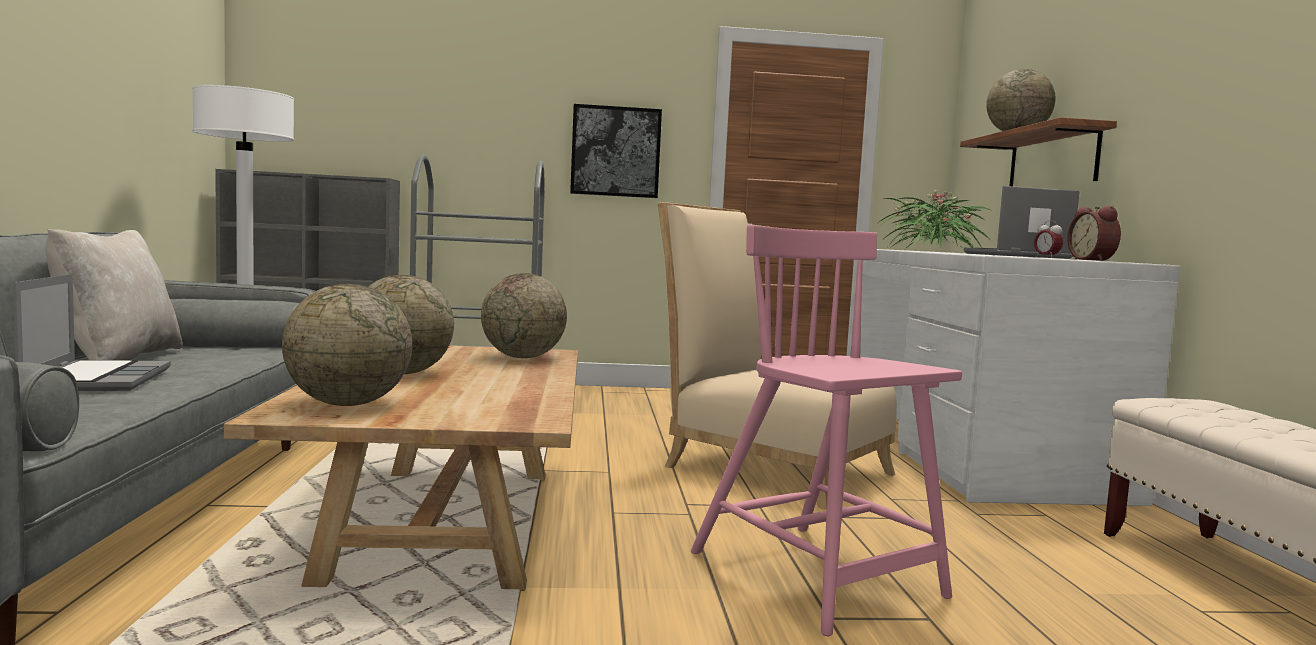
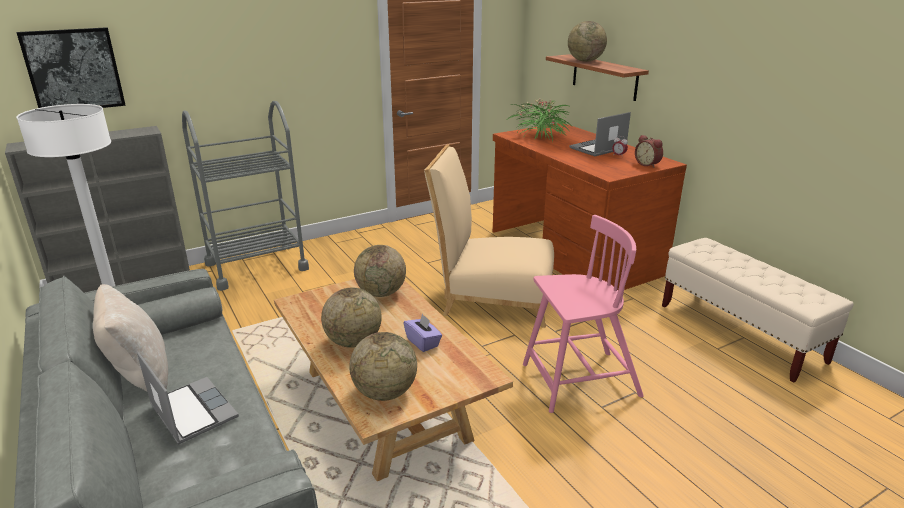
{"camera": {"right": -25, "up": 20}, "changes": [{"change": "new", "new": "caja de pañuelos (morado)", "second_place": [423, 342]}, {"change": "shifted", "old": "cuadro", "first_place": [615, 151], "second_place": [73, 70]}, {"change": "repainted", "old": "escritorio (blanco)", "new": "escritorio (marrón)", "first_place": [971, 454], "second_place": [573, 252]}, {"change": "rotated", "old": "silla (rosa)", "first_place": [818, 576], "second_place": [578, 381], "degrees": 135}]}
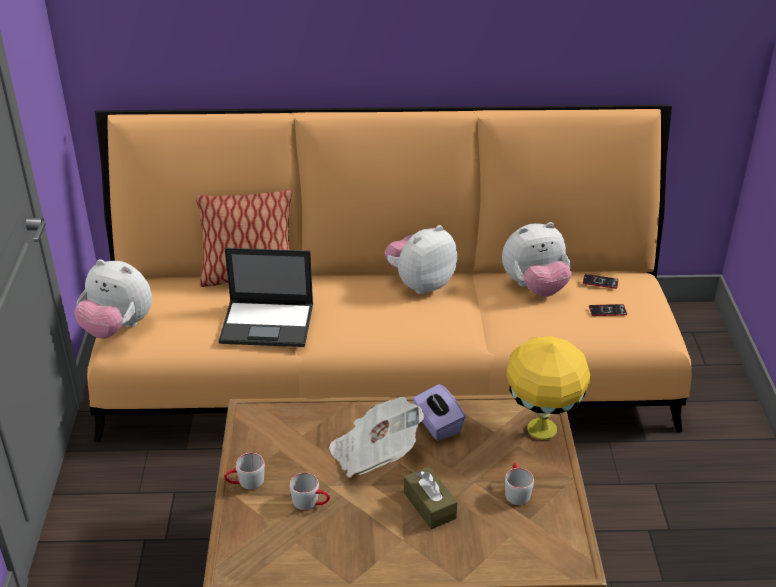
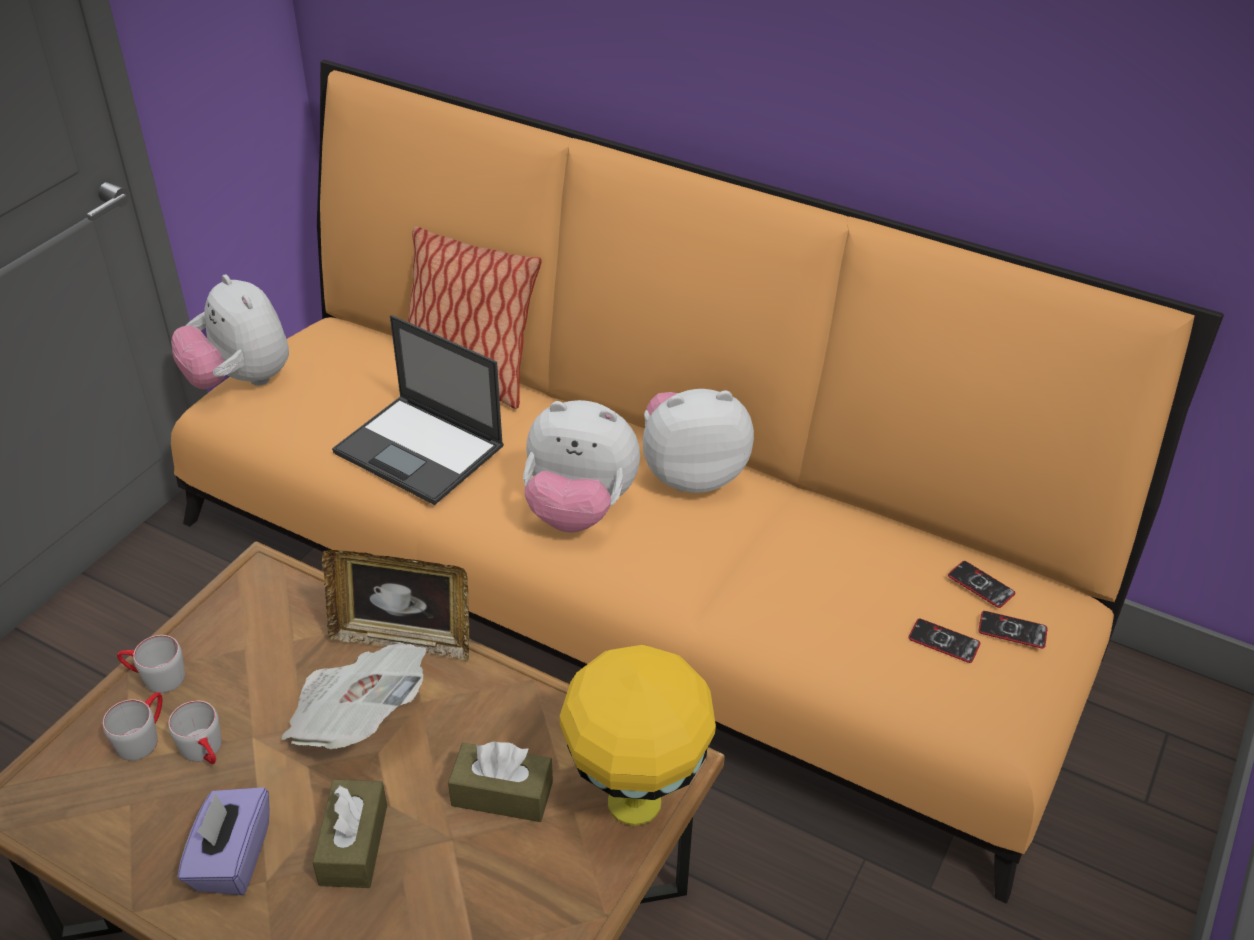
{"camera": {"right": 30, "up": 5}, "changes": [{"change": "new", "new": "portarretratos", "second_place": [403, 639]}, {"change": "new", "new": "caja de pañuelos (marrón)", "second_place": [502, 794]}, {"change": "new", "new": "móvil", "second_place": [1012, 630]}, {"change": "shifted", "old": "caja de pañuelos (morado)", "first_place": [437, 425], "second_place": [231, 858]}, {"change": "shifted", "old": "peluche", "first_place": [535, 288], "second_place": [579, 510]}, {"change": "shifted", "old": "taza grande (gris)", "first_place": [516, 491], "second_place": [143, 736]}]}
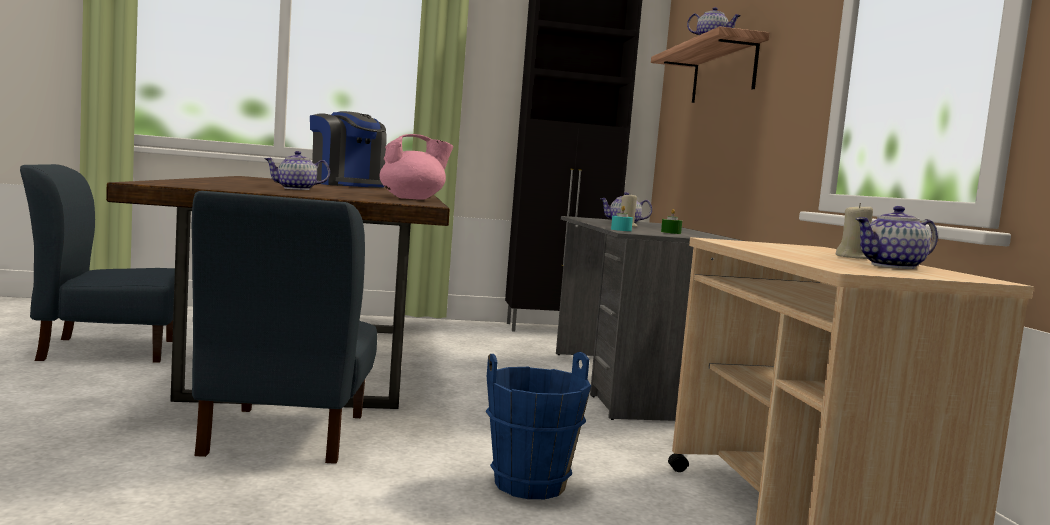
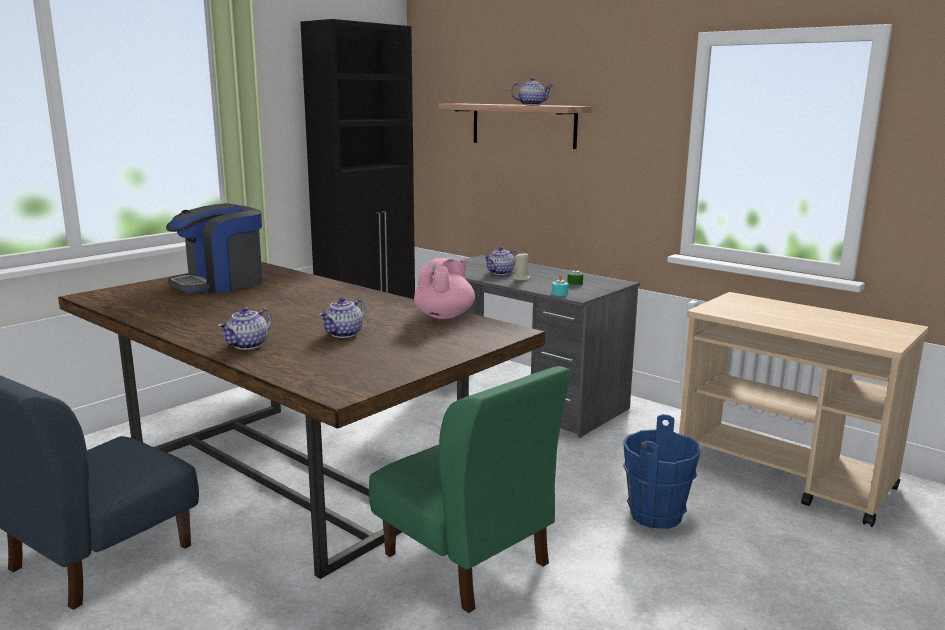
{"camera": {"right": -40, "up": 10}, "changes": [{"change": "gone", "old": "vela (beis)", "first_place": [853, 257]}, {"change": "shifted", "old": "tetera", "first_place": [893, 266], "second_place": [248, 345]}, {"change": "repainted", "old": "silla (azul)", "new": "silla (verde)", "first_place": [284, 434], "second_place": [466, 559]}, {"change": "rotated", "old": "cafetera", "first_place": [347, 185], "second_place": [220, 284], "degrees": 135}]}
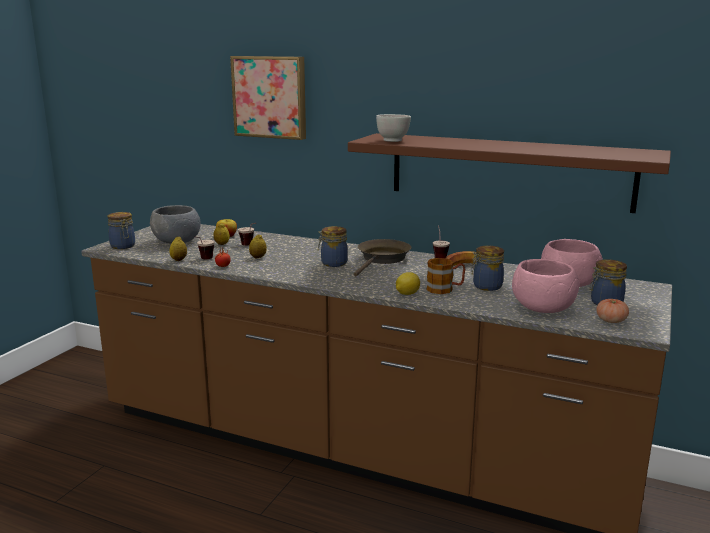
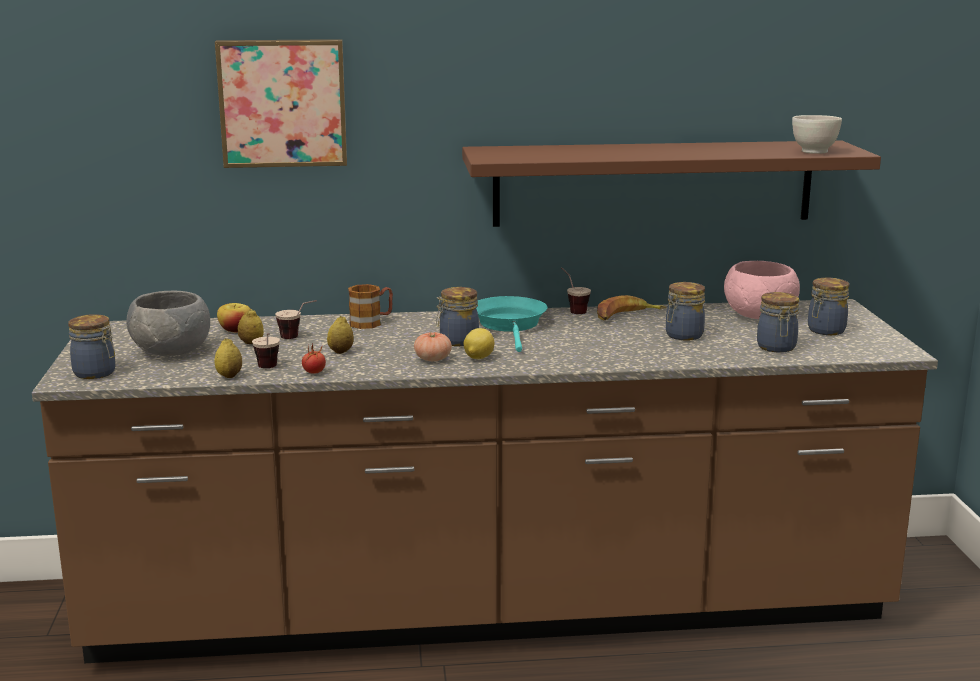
{"camera": {"right": -30, "up": 0}, "changes": [{"change": "shifted", "old": "cuenco (blanco)", "first_place": [393, 140], "second_place": [814, 152]}, {"change": "shifted", "old": "limón", "first_place": [407, 294], "second_place": [478, 358]}, {"change": "shifted", "old": "taza grande", "first_place": [445, 289], "second_place": [371, 322]}, {"change": "shifted", "old": "tomate", "first_place": [611, 320], "second_place": [433, 359]}, {"change": "swapped", "old": "cuenco (rosa)", "new": "tarro", "first_place": [543, 308], "second_place": [776, 348]}, {"change": "repainted", "old": "sartén (marrón)", "new": "sartén (turquesa)", "first_place": [382, 259], "second_place": [510, 325]}]}
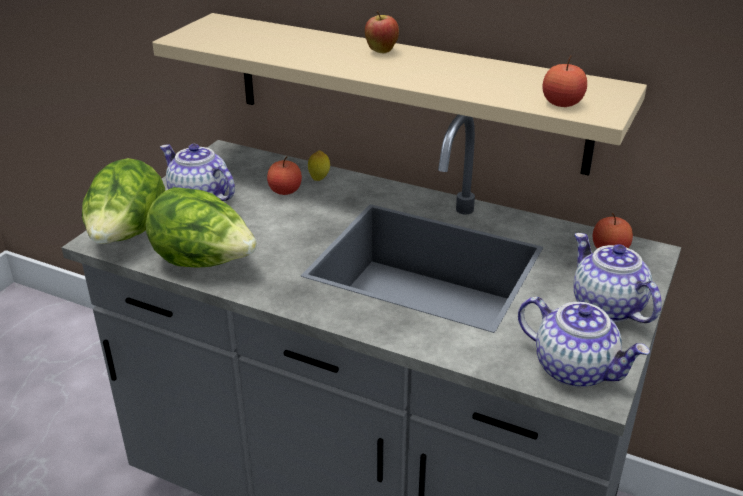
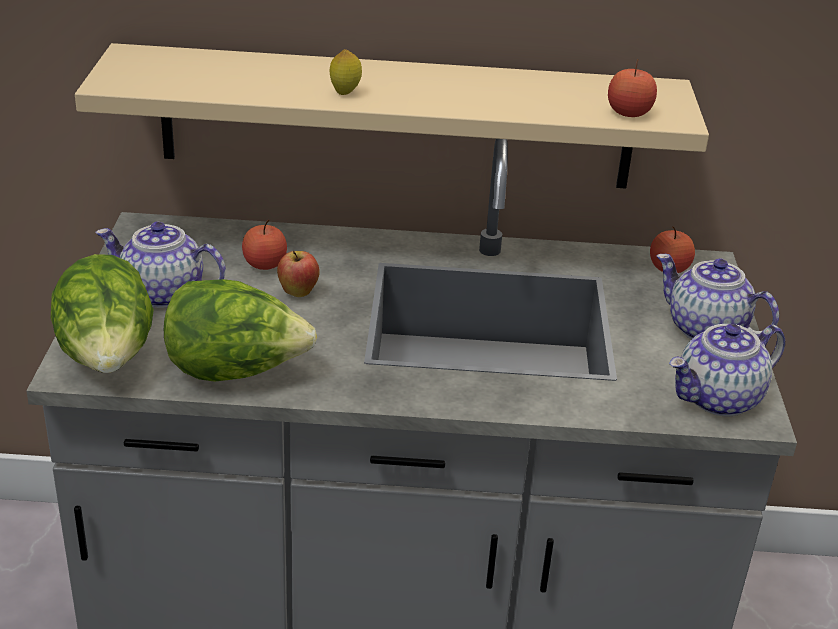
{"camera": {"right": -25, "up": 0}, "changes": [{"change": "shifted", "old": "limón", "first_place": [319, 179], "second_place": [345, 93]}, {"change": "shifted", "old": "manzana", "first_place": [381, 52], "second_place": [298, 293]}, {"change": "rotated", "old": "tetera", "first_place": [575, 369], "second_place": [718, 399], "degrees": 135}]}
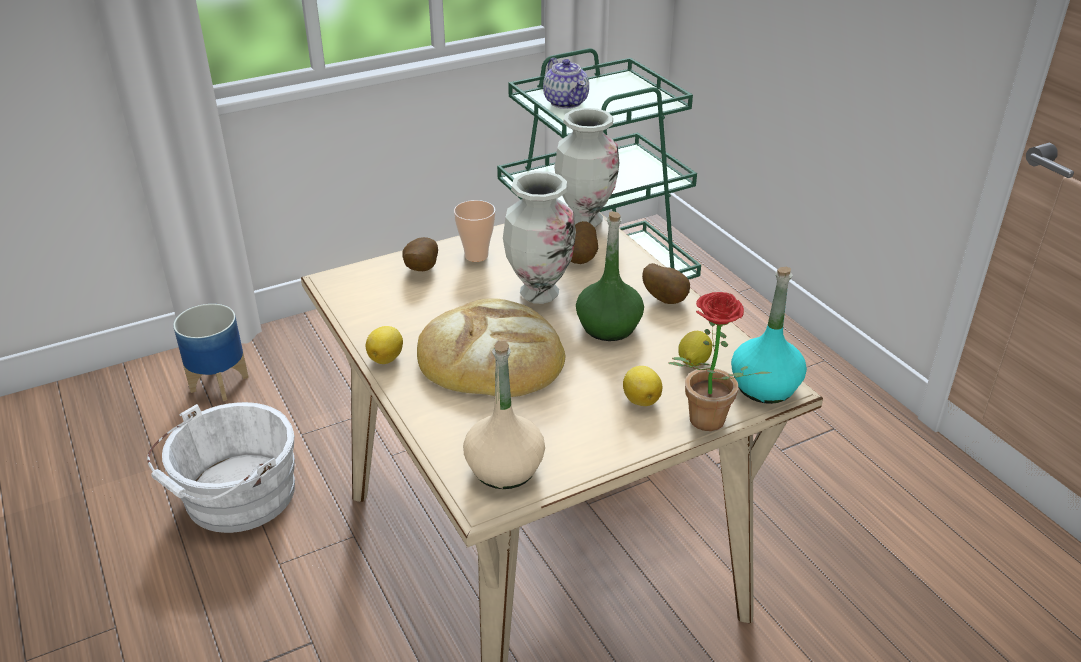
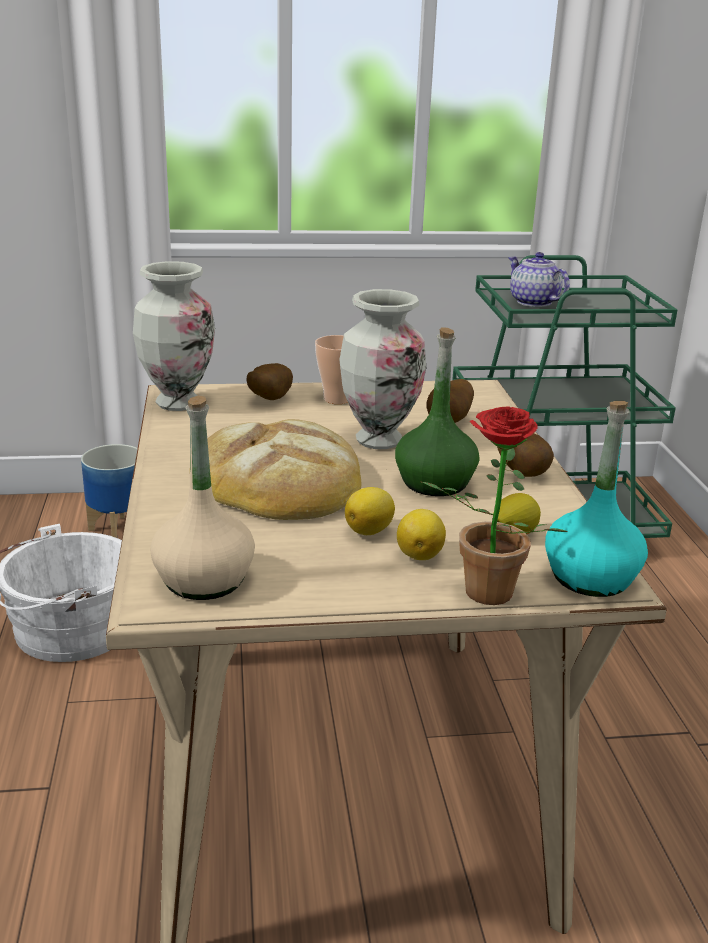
{"camera": {"right": 20, "up": -10}, "changes": [{"change": "shifted", "old": "limón", "first_place": [386, 358], "second_place": [370, 531]}, {"change": "shifted", "old": "florero", "first_place": [585, 220], "second_place": [177, 403]}, {"change": "rotated", "old": "tetera", "first_place": [566, 102], "second_place": [533, 302], "degrees": 150}]}
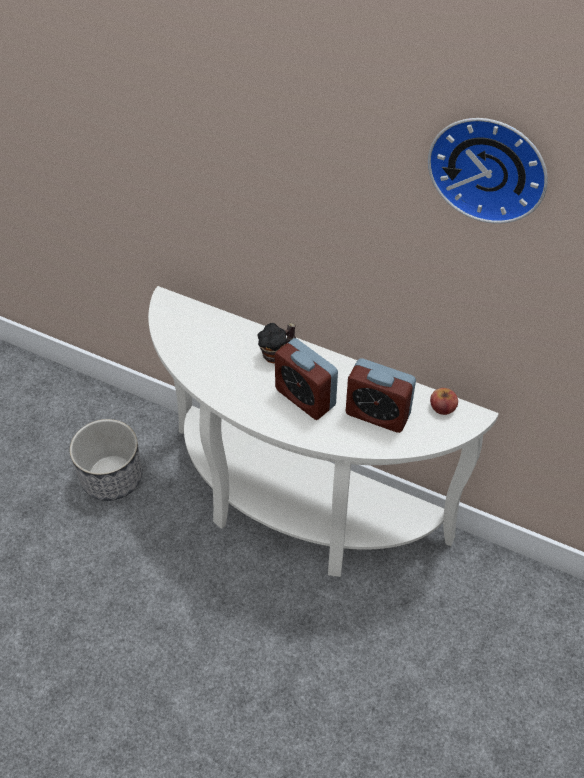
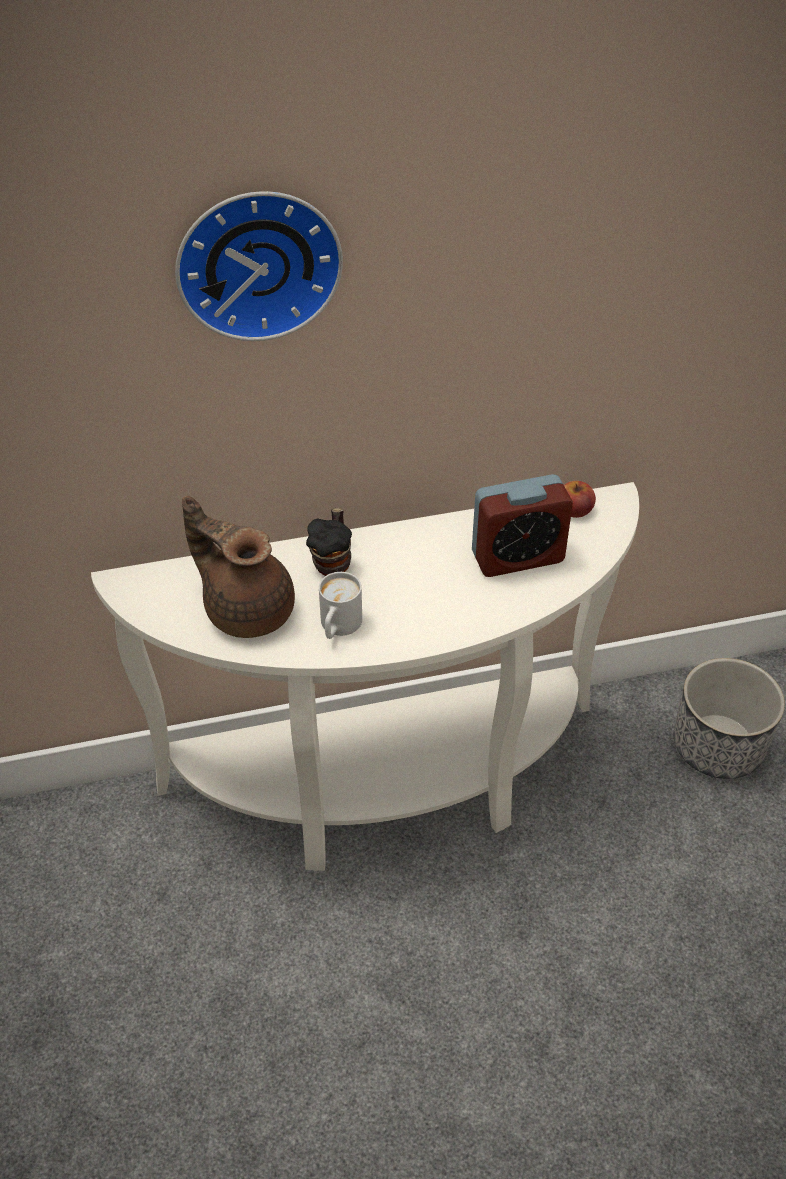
{"camera": {"right": -40, "up": -5}, "changes": [{"change": "gone", "old": "despertador", "first_place": [305, 398]}, {"change": "new", "new": "tetera (marrón)", "second_place": [247, 608]}, {"change": "new", "new": "taza grande (blanco)", "second_place": [338, 627]}, {"change": "shifted", "old": "maceta", "first_place": [112, 477], "second_place": [718, 746]}, {"change": "shifted", "old": "reloj de pared", "first_place": [489, 166], "second_place": [257, 261]}]}
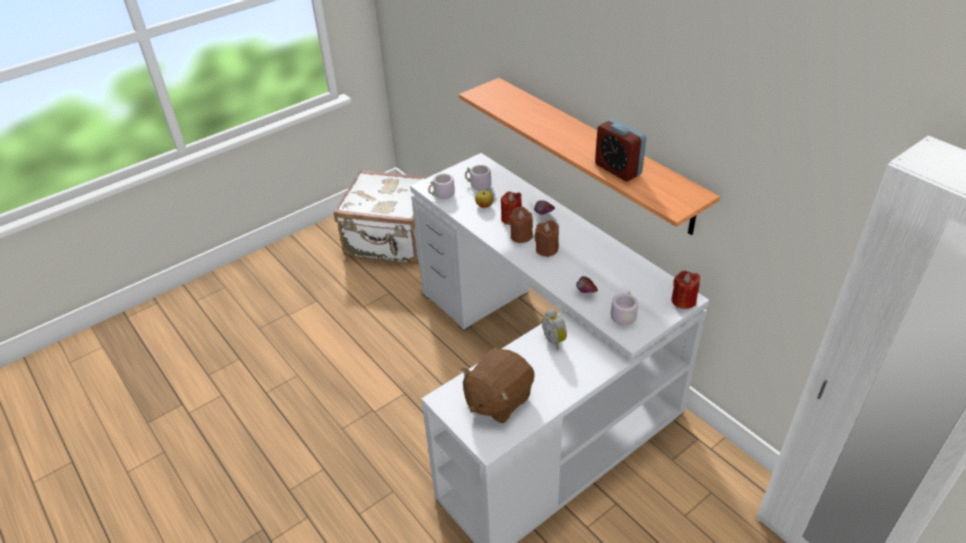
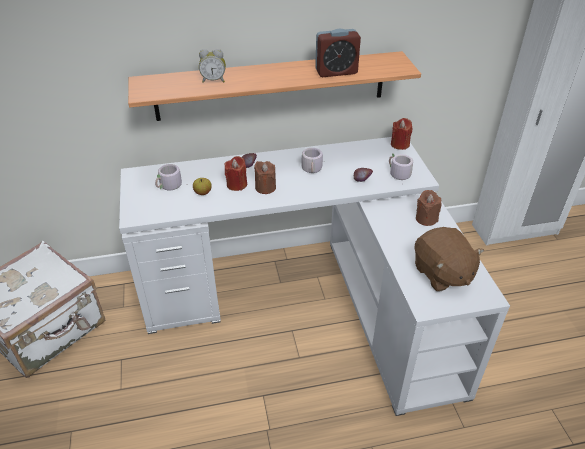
{"camera": {"right": -65, "up": 0}, "changes": [{"change": "shifted", "old": "taza grande (gris)", "first_place": [442, 195], "second_place": [313, 169]}, {"change": "shifted", "old": "vela (marrón)", "first_place": [546, 249], "second_place": [426, 219]}, {"change": "shifted", "old": "despertador", "first_place": [555, 340], "second_place": [213, 80]}]}
